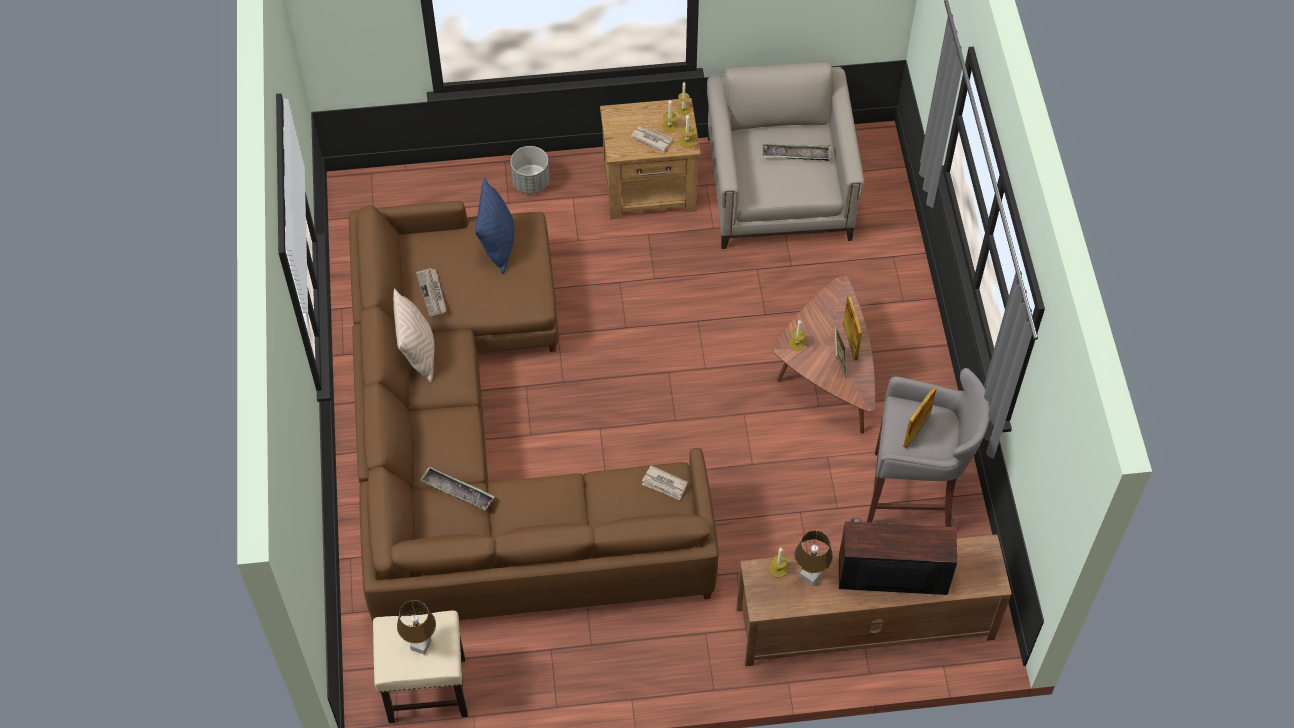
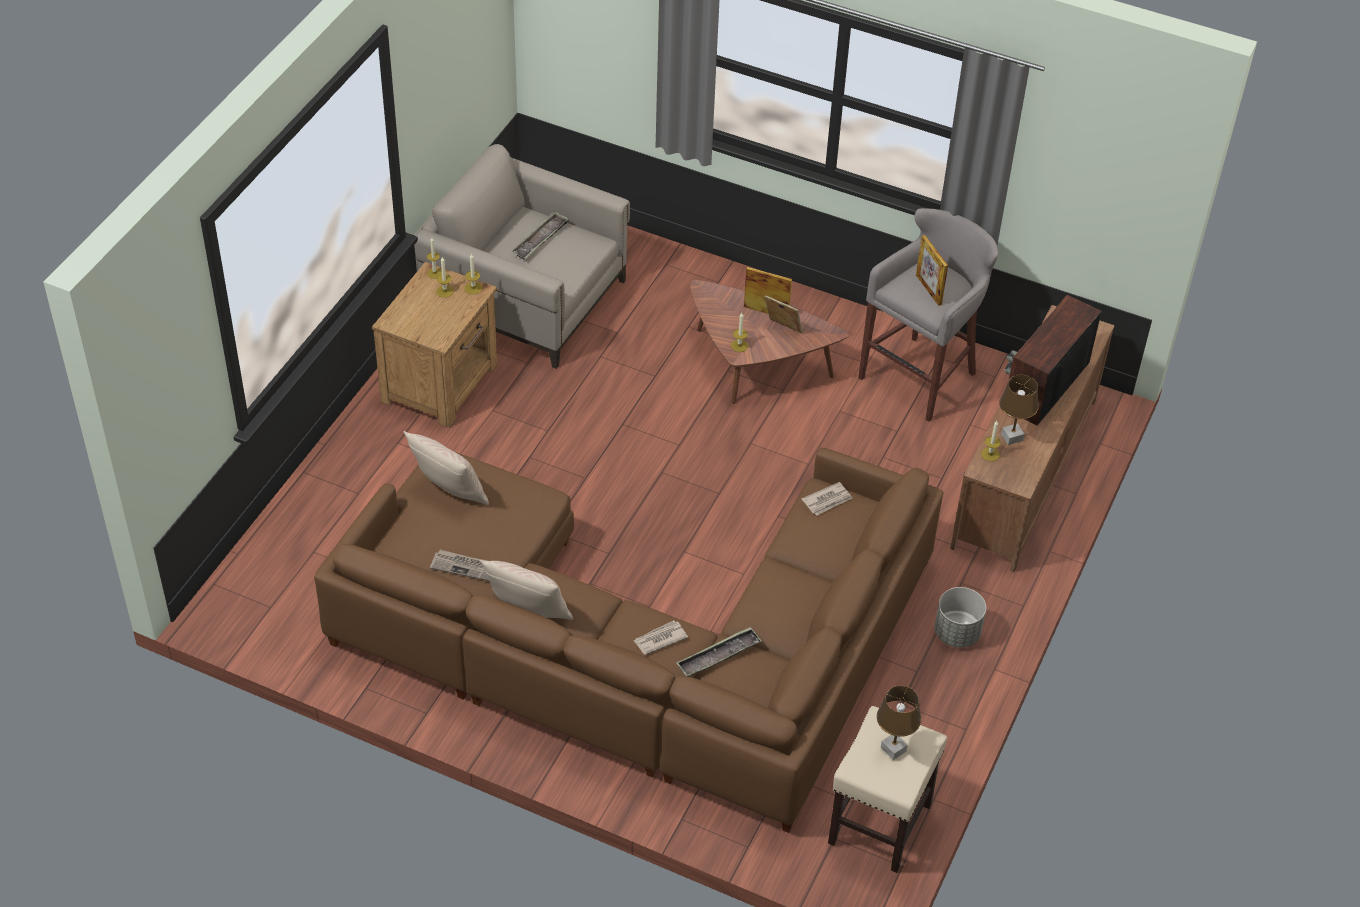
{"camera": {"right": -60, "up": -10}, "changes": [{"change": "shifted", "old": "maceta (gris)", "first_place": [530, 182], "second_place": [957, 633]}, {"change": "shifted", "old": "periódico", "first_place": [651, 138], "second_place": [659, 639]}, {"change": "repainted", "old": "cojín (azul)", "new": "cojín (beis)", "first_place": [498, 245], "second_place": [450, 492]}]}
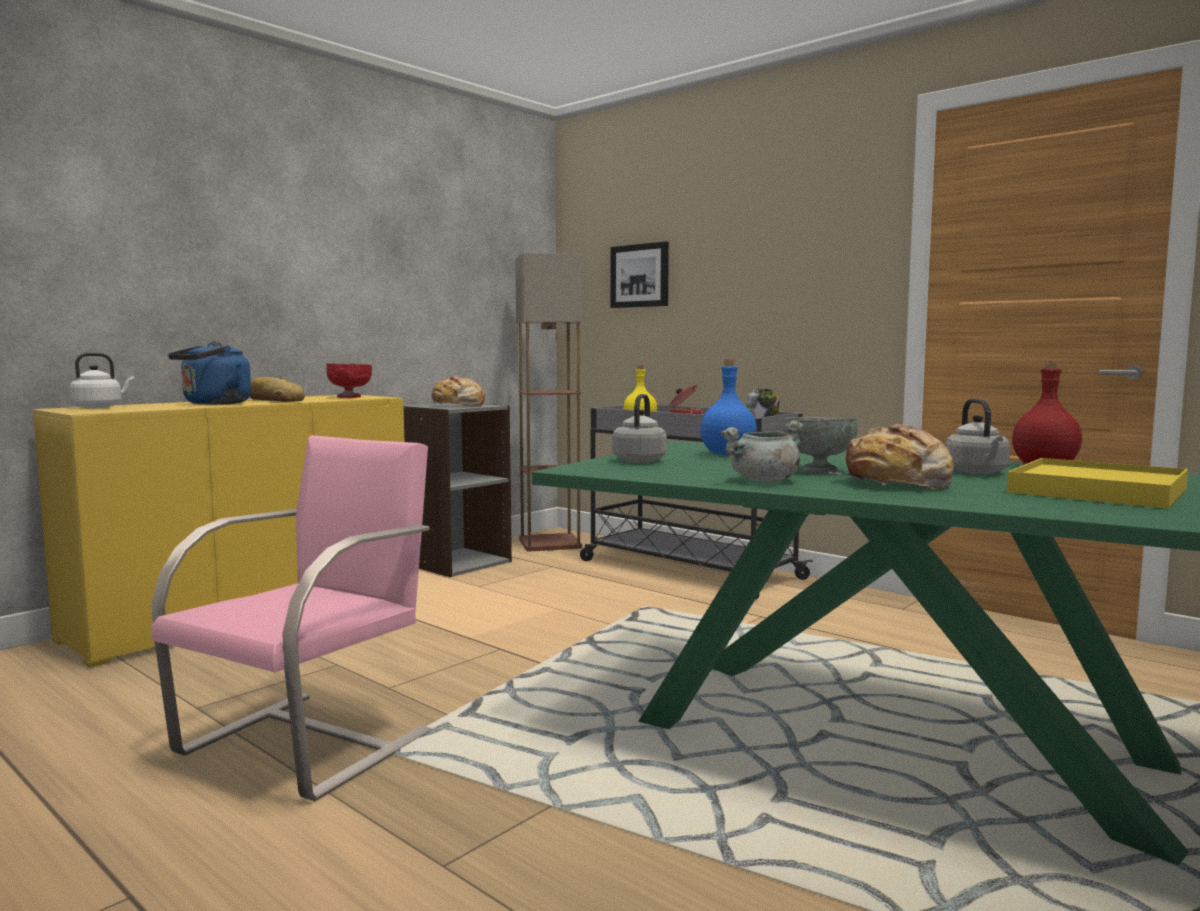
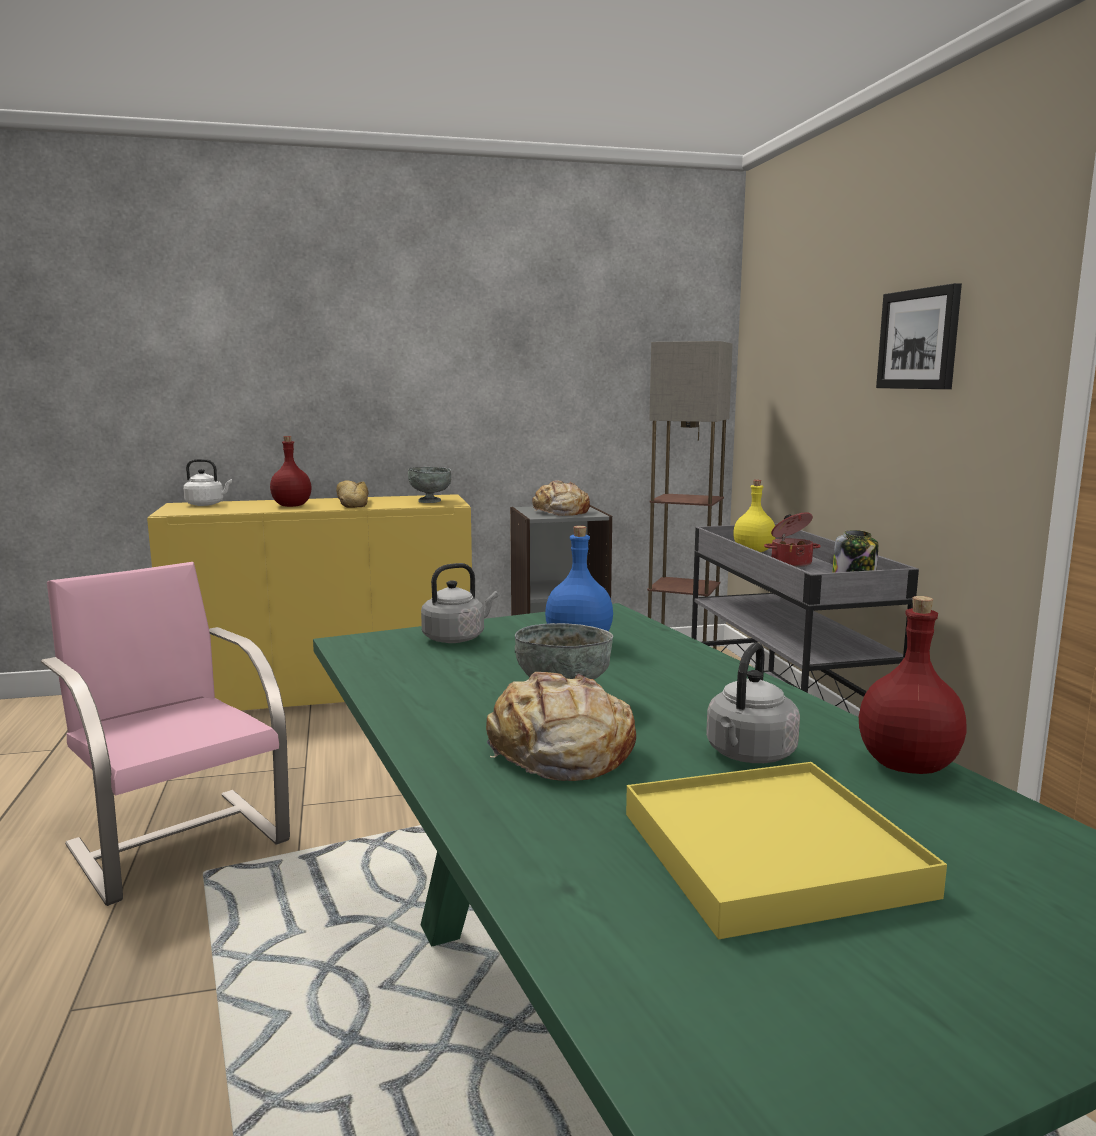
{"camera": {"right": 35, "up": 5}, "changes": [{"change": "gone", "old": "olla (gris)", "first_place": [764, 481]}, {"change": "shifted", "old": "cuadro", "first_place": [640, 276], "second_place": [919, 339]}, {"change": "swapped", "old": "hervidor (azul)", "new": "botella (rojo)", "first_place": [213, 404], "second_place": [291, 506]}, {"change": "repainted", "old": "cuenco (rojo)", "new": "cuenco (gris)", "first_place": [350, 397], "second_place": [430, 501]}, {"change": "rotated", "old": "silla (rosa)", "first_place": [310, 741], "second_place": [178, 841], "degrees": -105}]}
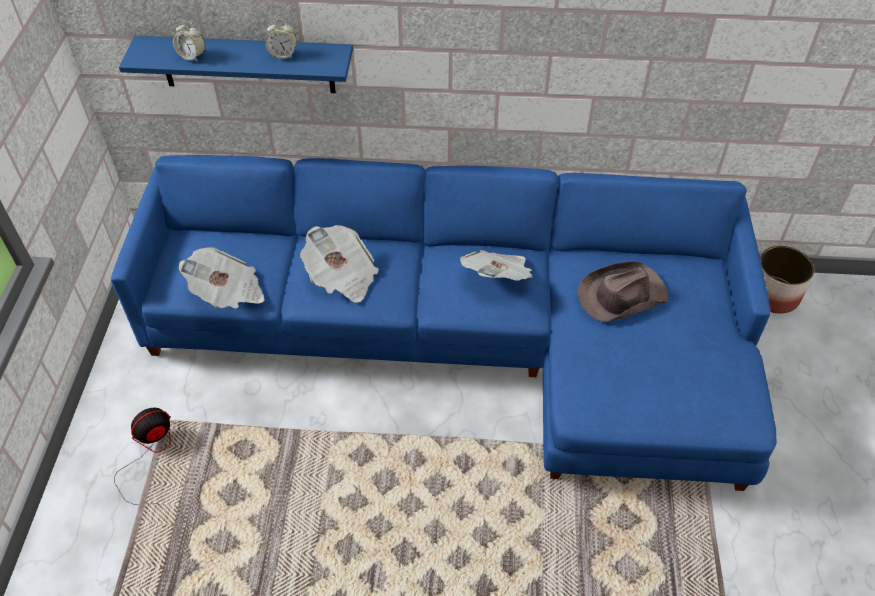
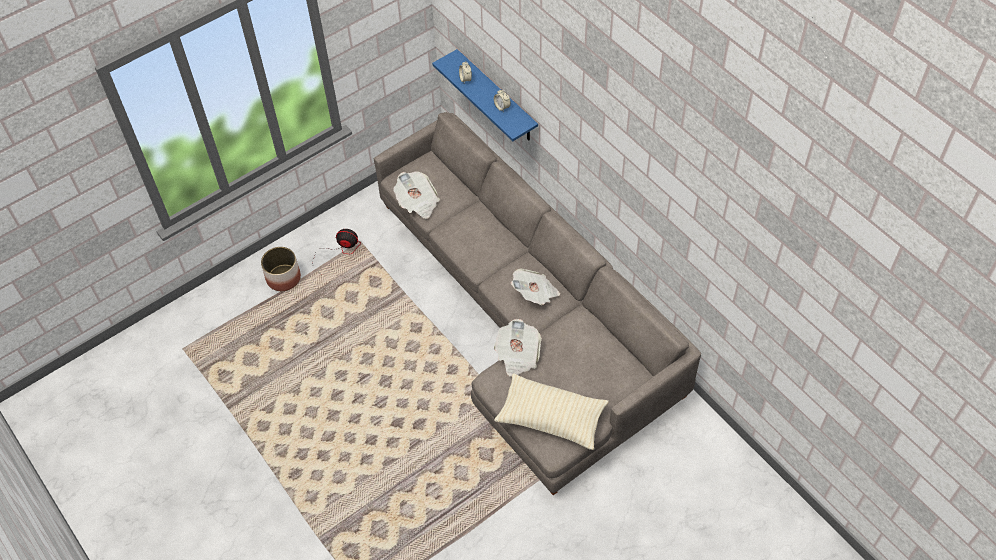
{"camera": {"right": 50, "up": 5}, "changes": [{"change": "gone", "old": "sombrero (marrón)", "first_place": [621, 295]}, {"change": "new", "new": "cojín (beis)", "second_place": [551, 418]}, {"change": "shifted", "old": "periódico", "first_place": [342, 277], "second_place": [517, 355]}, {"change": "shifted", "old": "maceta", "first_place": [773, 294], "second_place": [284, 278]}, {"change": "repainted", "old": "sofá (azul)", "new": "sofá (gris)", "first_place": [472, 337], "second_place": [528, 319]}]}
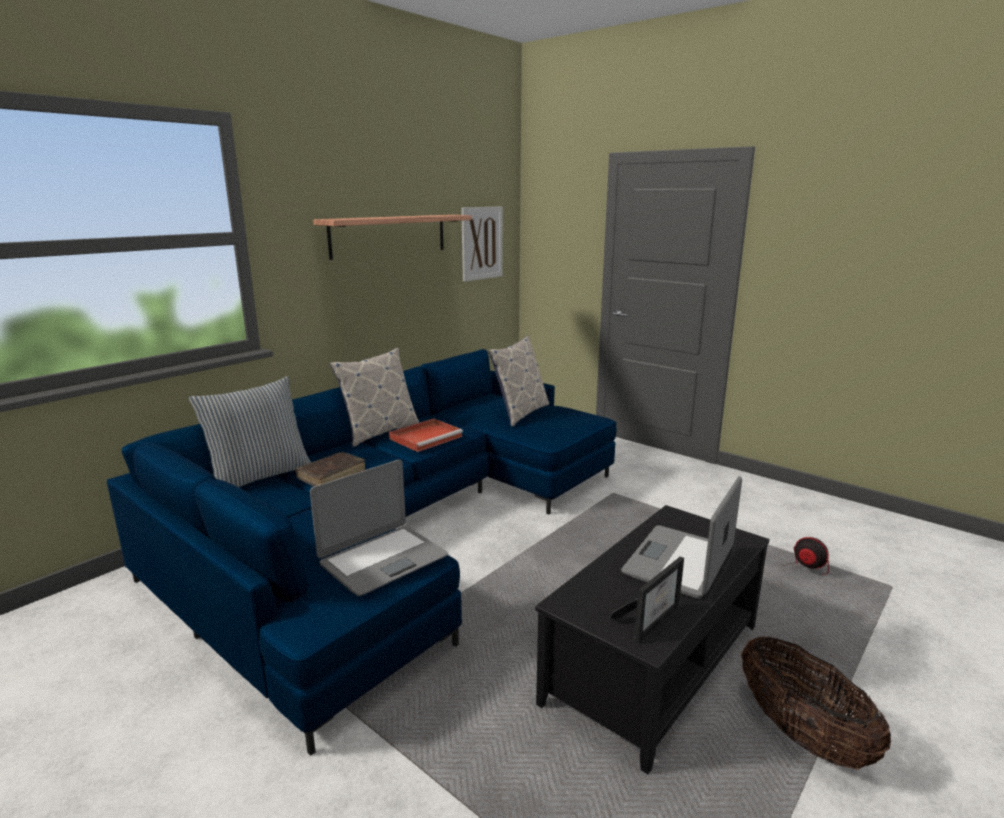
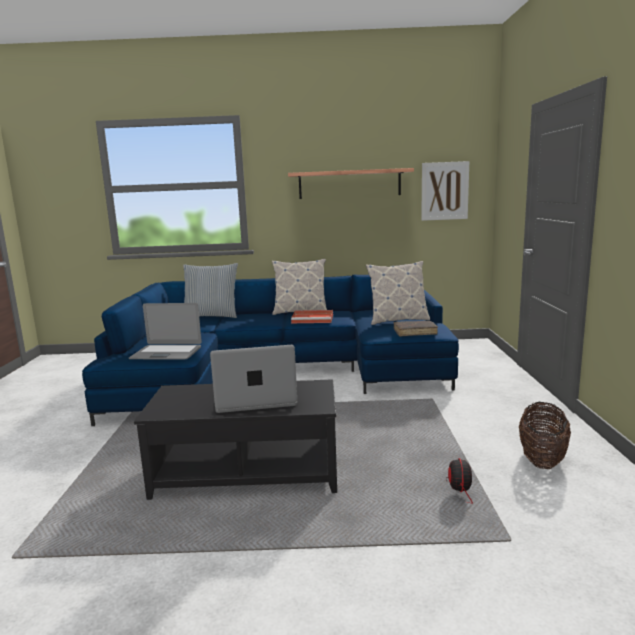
{"camera": {"right": 50, "up": -5}, "changes": [{"change": "gone", "old": "portarretratos", "first_place": [651, 619]}, {"change": "shifted", "old": "libro (marrón)", "first_place": [331, 476], "second_place": [415, 332]}, {"change": "shifted", "old": "cesta", "first_place": [801, 734], "second_place": [542, 459]}]}
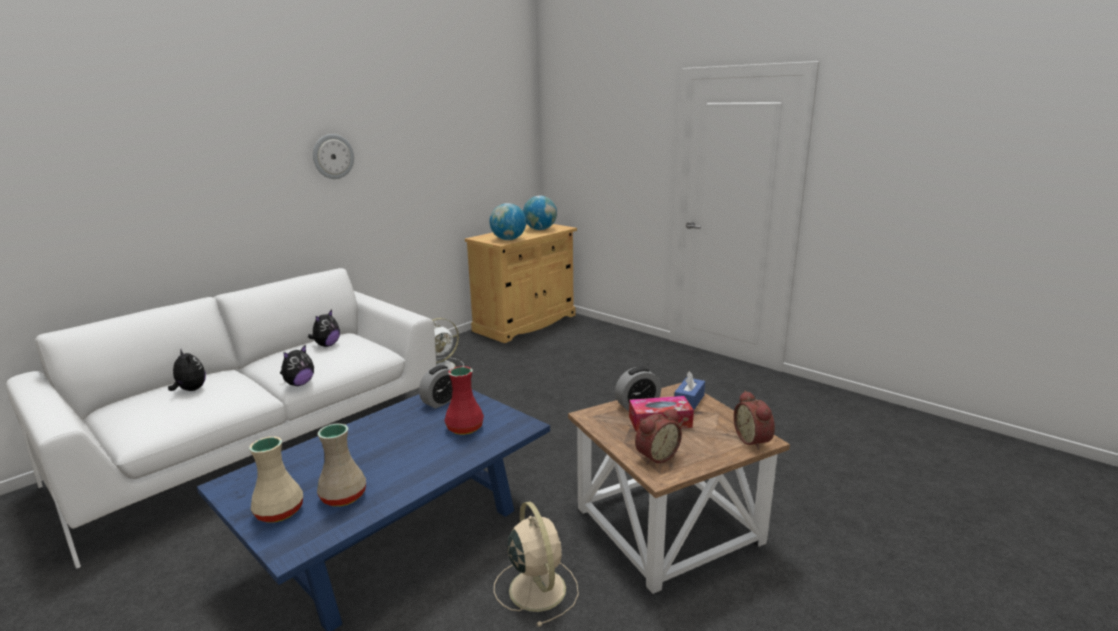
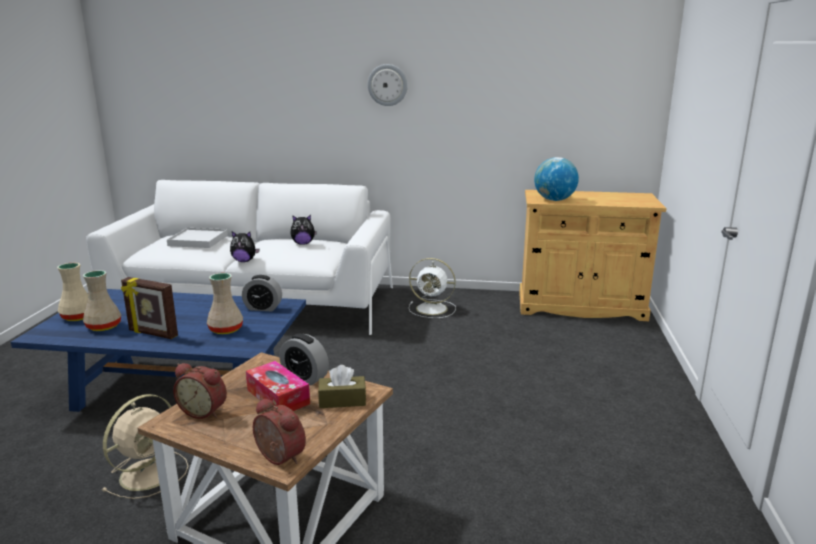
{"camera": {"right": 55, "up": 0}, "changes": [{"change": "gone", "old": "globo terráqueo", "first_place": [540, 229]}, {"change": "new", "new": "portarretratos", "second_place": [152, 334]}, {"change": "swapped", "old": "peluche", "new": "bandeja (blanco)", "first_place": [190, 390], "second_place": [198, 240]}, {"change": "repainted", "old": "florero (rojo)", "new": "florero (beis)", "first_place": [464, 428], "second_place": [225, 329]}, {"change": "repainted", "old": "caja de pañuelos (azul)", "new": "caja de pañuelos (marrón)", "first_place": [689, 401], "second_place": [342, 400]}, {"change": "rotated", "old": "despertador", "first_place": [754, 440], "second_place": [277, 458], "degrees": 90}]}
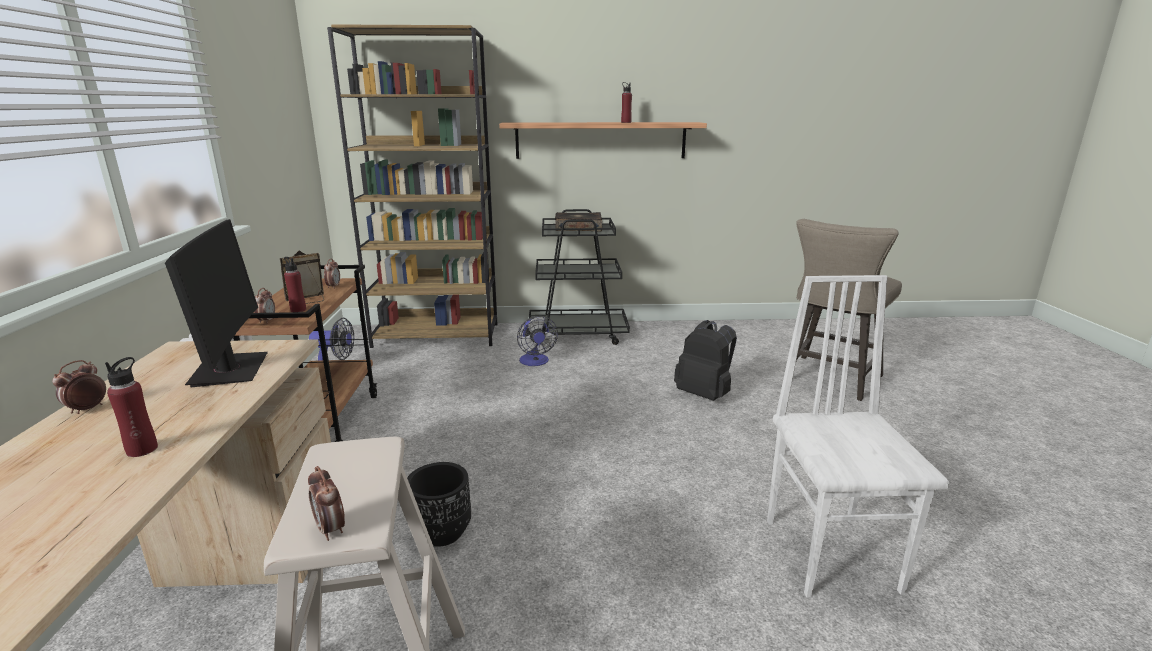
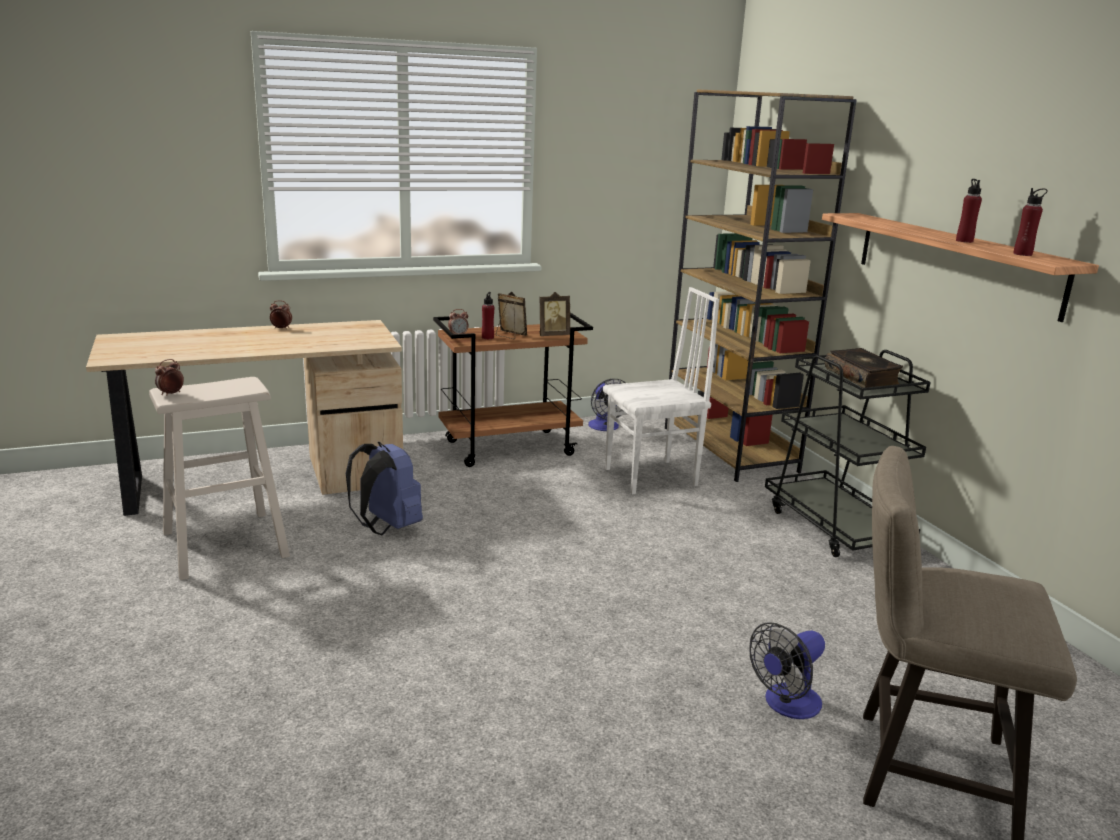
{"camera": {"right": 70, "up": 0}, "changes": [{"change": "gone", "old": "monitor", "first_place": [230, 370]}, {"change": "gone", "old": "mochila (negro)", "first_place": [704, 394]}, {"change": "shifted", "old": "botella (rojo)", "first_place": [142, 449], "second_place": [1022, 254]}, {"change": "shifted", "old": "ventilador", "first_place": [535, 362], "second_place": [786, 705]}, {"change": "shifted", "old": "silla (blanco)", "first_place": [832, 554], "second_place": [652, 477]}, {"change": "swapped", "old": "despertador", "new": "portarretratos", "first_place": [333, 287], "second_place": [553, 335]}, {"change": "swapped", "old": "maceta (negro)", "new": "mochila (azul)", "first_place": [441, 532], "second_place": [387, 527]}]}
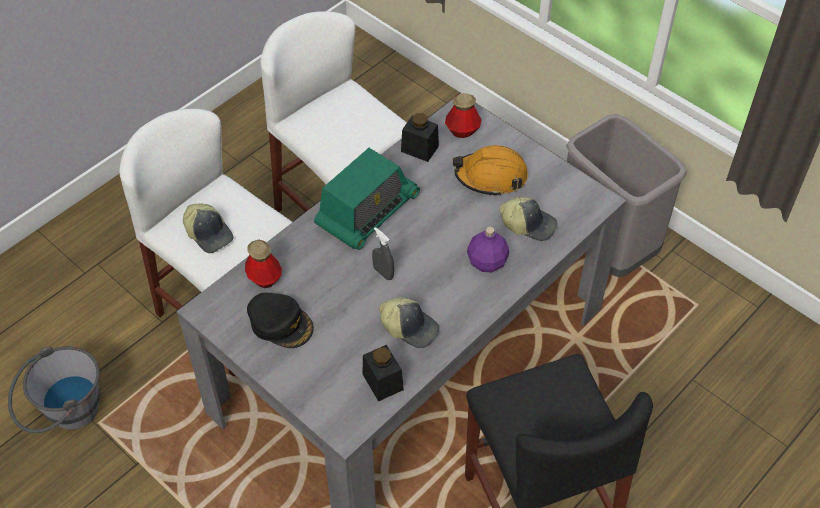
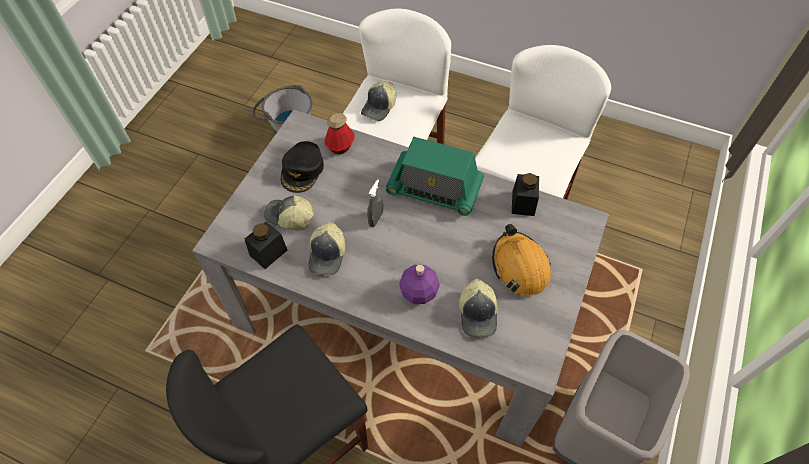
{"camera": {"right": 70, "up": 5}, "changes": [{"change": "gone", "old": "botella", "first_place": [462, 131]}, {"change": "new", "new": "gorra", "second_place": [289, 217]}]}
